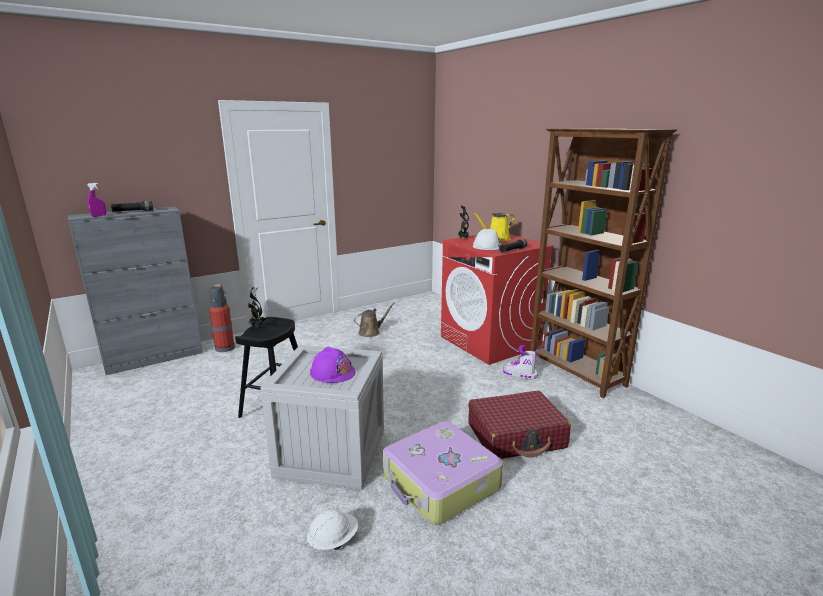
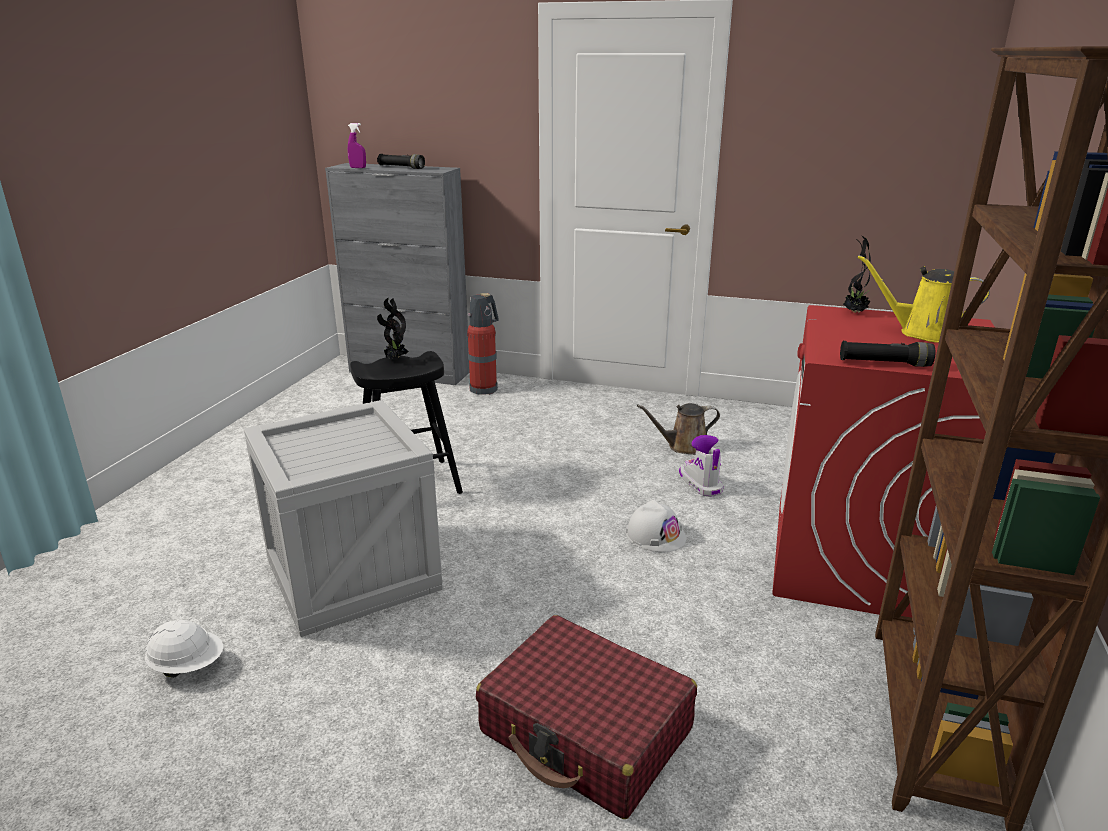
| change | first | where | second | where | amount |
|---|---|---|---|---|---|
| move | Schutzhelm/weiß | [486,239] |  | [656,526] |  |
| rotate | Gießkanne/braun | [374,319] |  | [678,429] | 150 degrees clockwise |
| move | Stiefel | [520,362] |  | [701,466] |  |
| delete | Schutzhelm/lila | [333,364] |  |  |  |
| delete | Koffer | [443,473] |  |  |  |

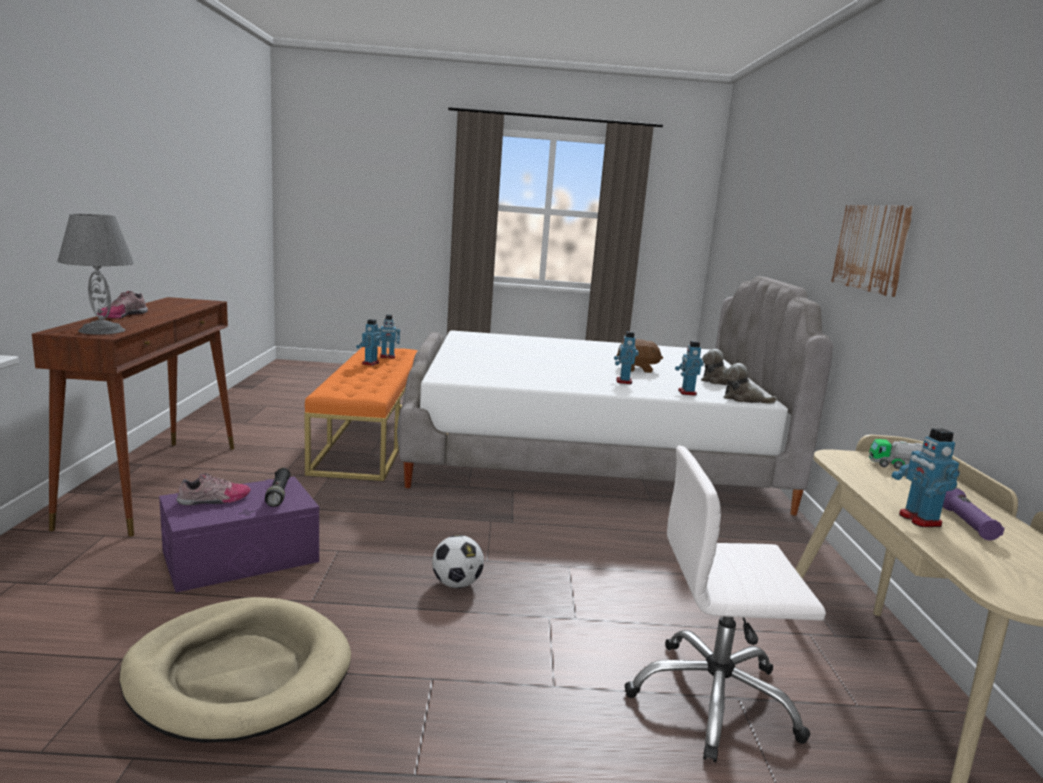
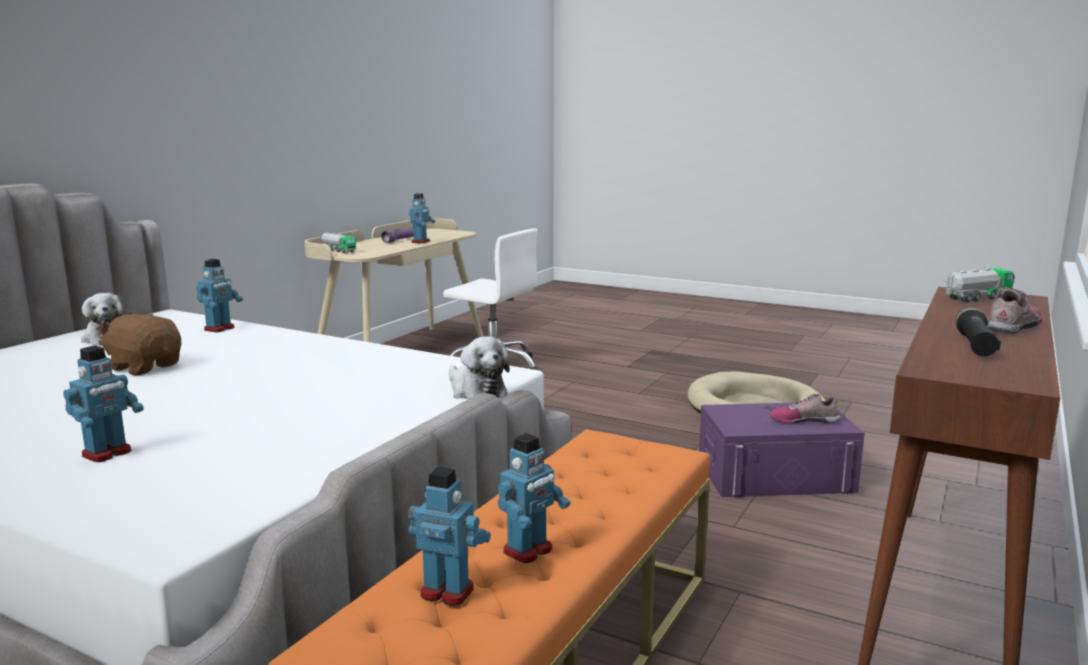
| change | first | where | second | where | amount |
|---|---|---|---|---|---|
| delete | Bild | [872,251] |  |  |  |
| replace | Tischlampe/grau | [95,274] | Spielzeuglaster | [980,284] |  |
| move | Spielzeugroboter | [626,357] |  | [103,403] |  |
| move | Plüschtier | [750,383] |  | [479,367] |  |
| move | Taschenlampe/schwarz | [278,487] |  | [978,332] |  |
| delete | Fußball | [458,561] |  |  |  |

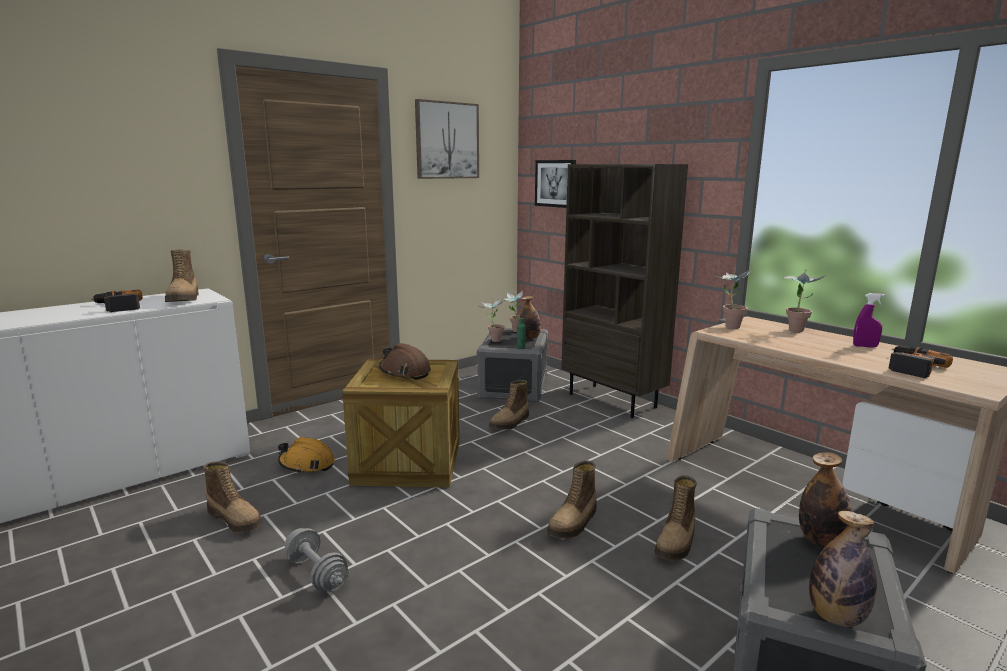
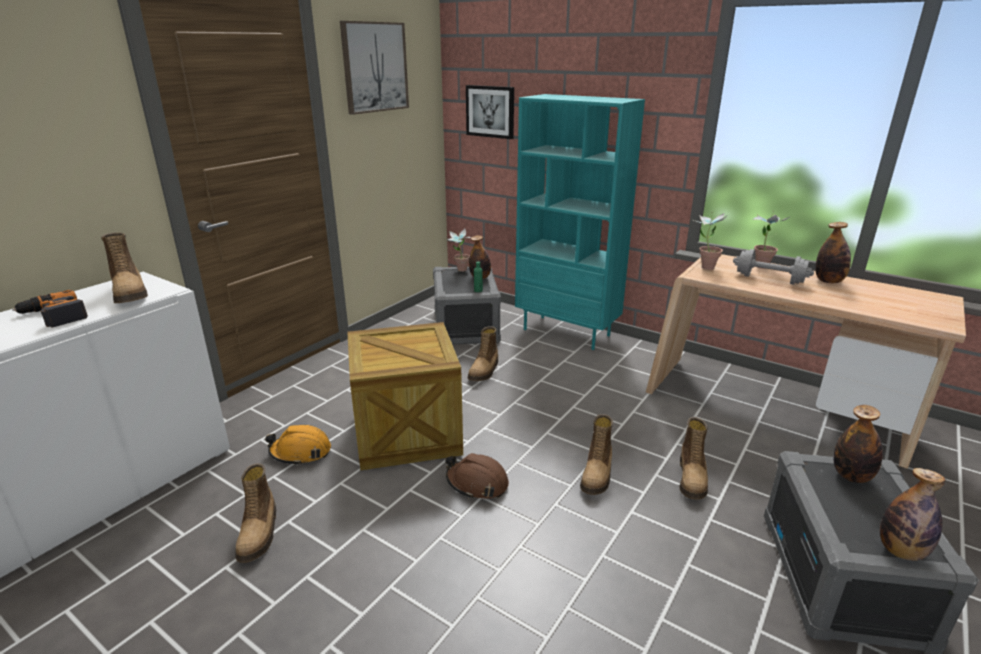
| change | first | where | second | where | amount |
|---|---|---|---|---|---|
| recolor | Bücherregal/braun | [624,291] | Bücherregal/türkis | [580,222] |  |
| replace | Sprühflasche/lila | [869,320] | Flasche | [833,252] |  |
| delete | Topfpflanze | [492,320] |  |  |  |
| move | Schutzhelm/braun | [405,361] |  | [477,476] |  |
| delete | Bohrmaschine | [921,362] |  |  |  |
| rotate | Stiefel | [232,497] |  | [255,513] | 60 degrees clockwise |
| move | Hantel/grau | [317,560] |  | [773,267] |  |

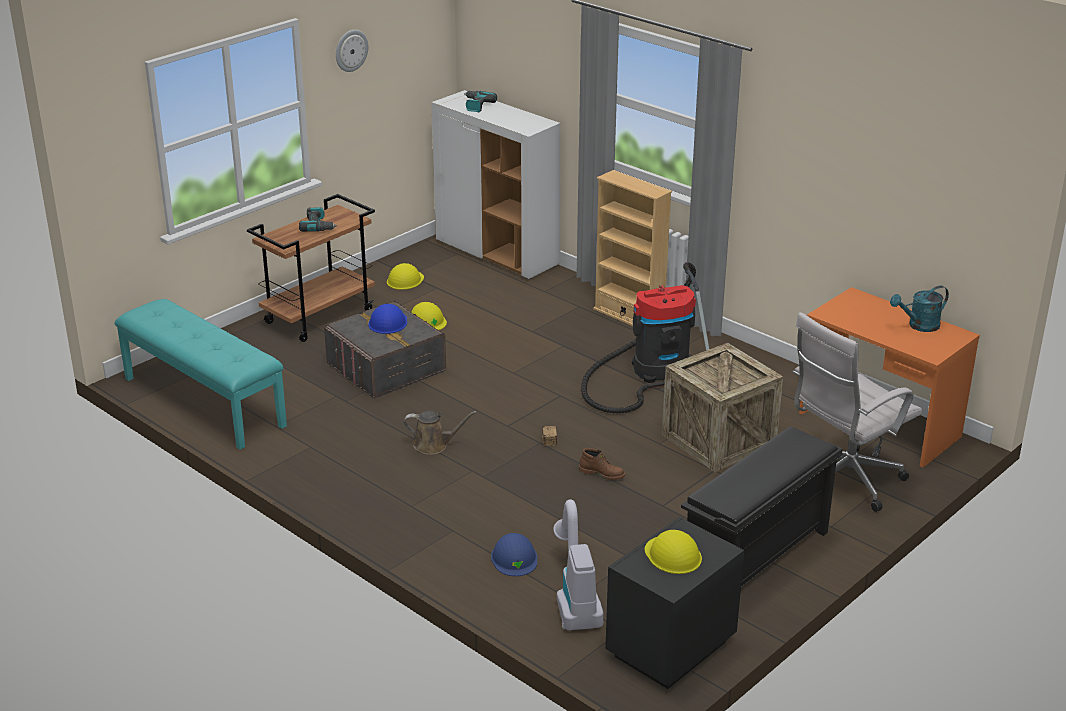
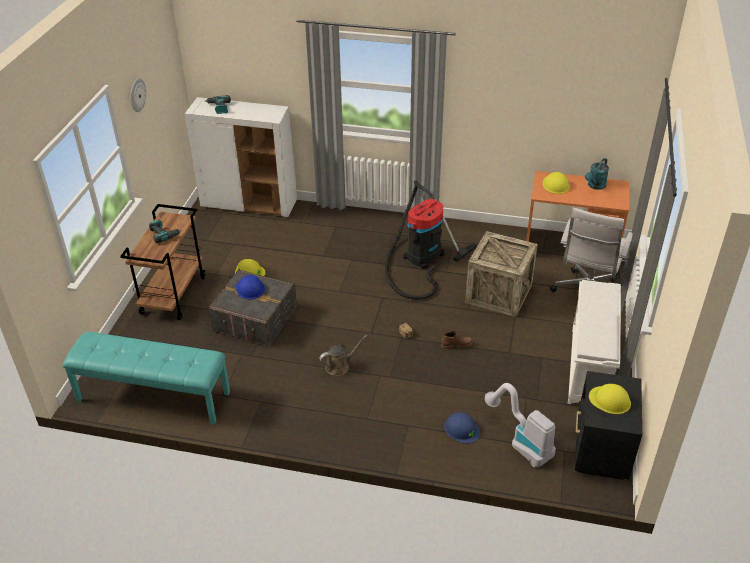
| change | first | where | second | where | amount |
|---|---|---|---|---|---|
| delete | Bücherregal/beige | [632,248] |  |  |  |
| move | Schutzhelm/gelb | [405,276] |  | [556,183] |  |
| recolor | Schuhregal/schwarz | [762,506] | Schuhregal/weiß | [594,342] |  |

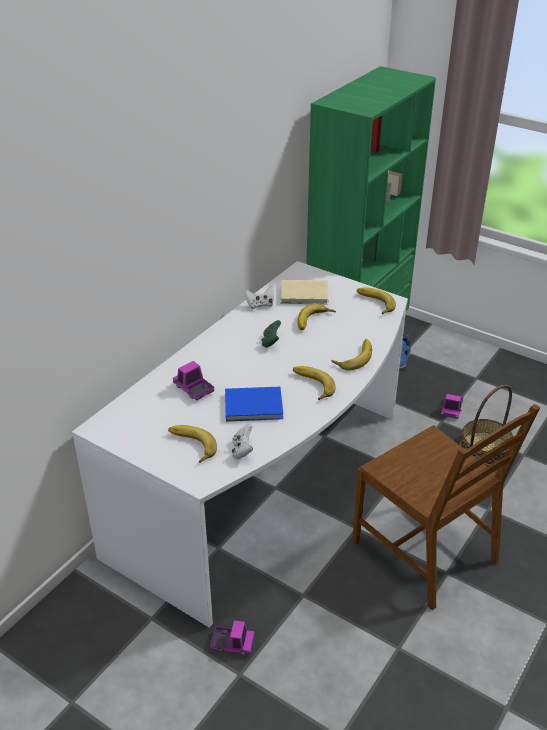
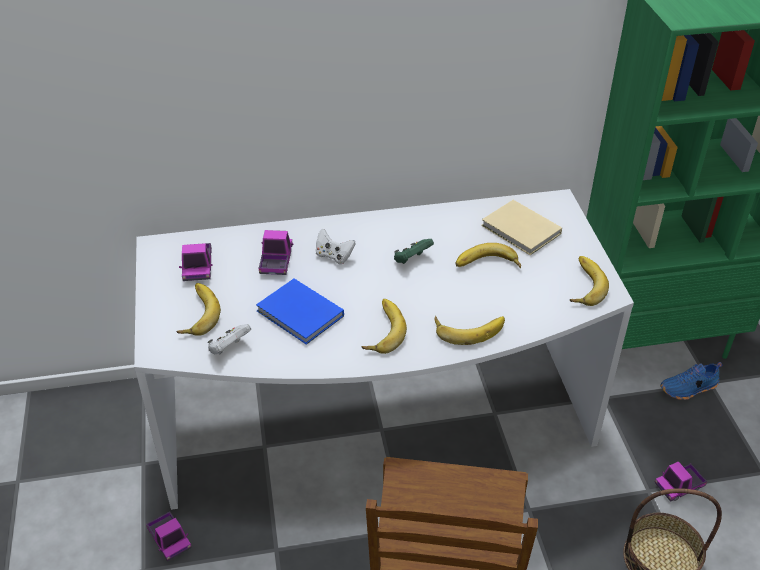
| change | first | where | second | where | amount |
|---|---|---|---|---|---|
| move | Gamepad/weiß | [259,298] |  | [336,246] |  |
| insert |  |  | Spielzeuglaster | [196,262] |  |

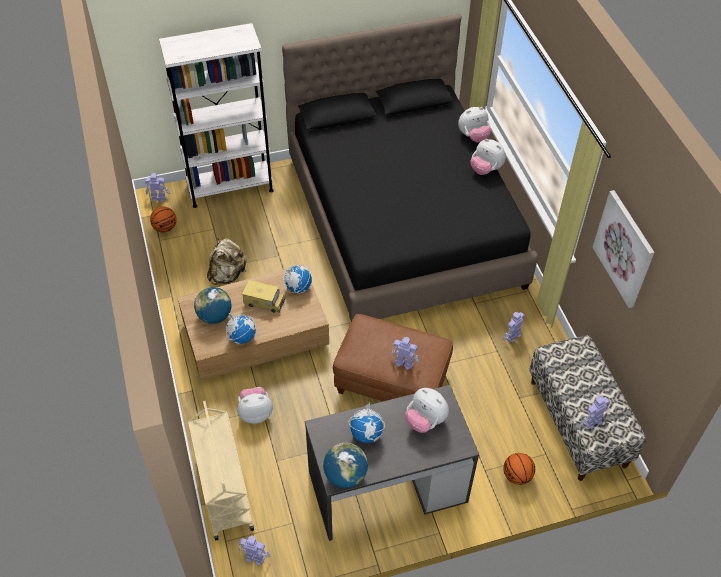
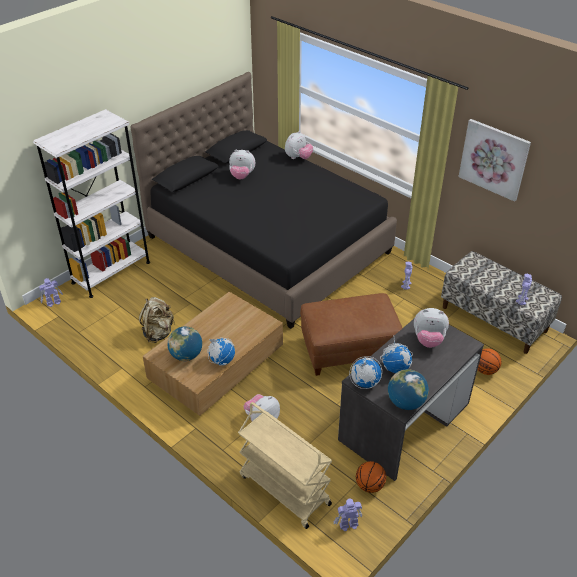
| change | first | where | second | where | amount |
|---|---|---|---|---|---|
| move | Plüschtier | [488,157] |  | [242,164] |  |
| move | Basketball | [163,219] |  | [371,477] |  |
| move | Globus | [297,279] |  | [365,372] |  |
| delete | Spielzeuglaster | [264,296] |  |  |  |
| delete | Spielzeugroboter | [405,353] |  |  |  |

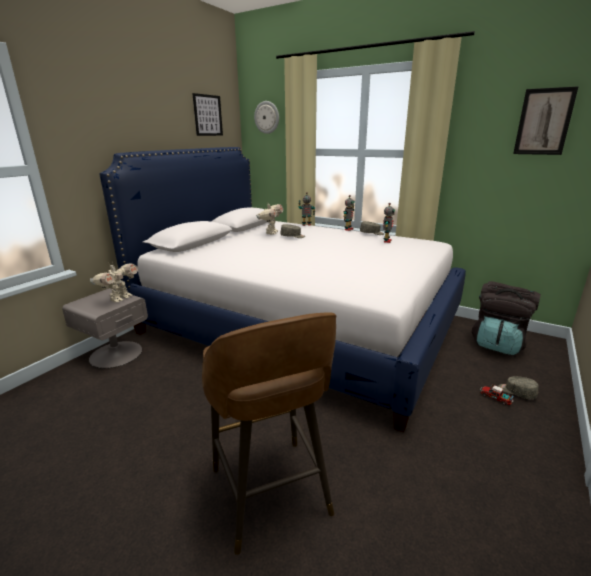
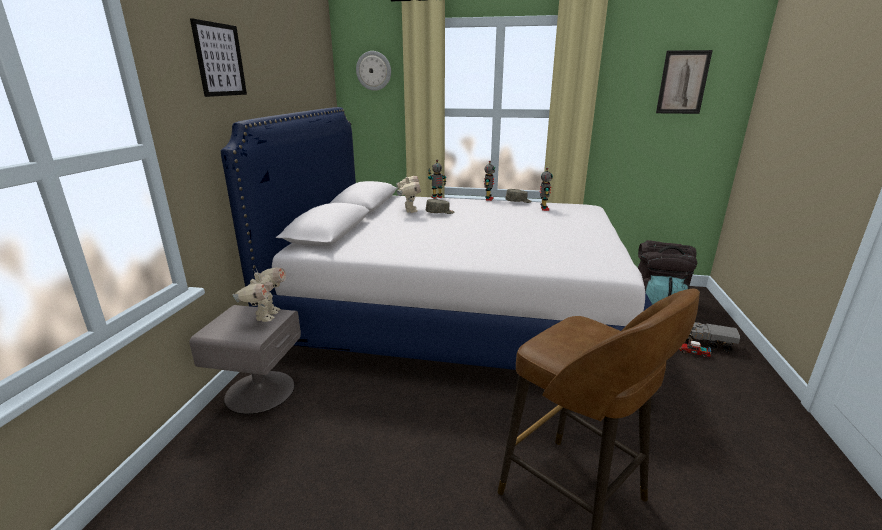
| change | first | where | second | where | amount |
|---|---|---|---|---|---|
| move | Bild | [207,114] |  | [218,57] |  |
| replace | Kappe/grau | [519,387] | Spielzeuglaster | [712,337] |  |

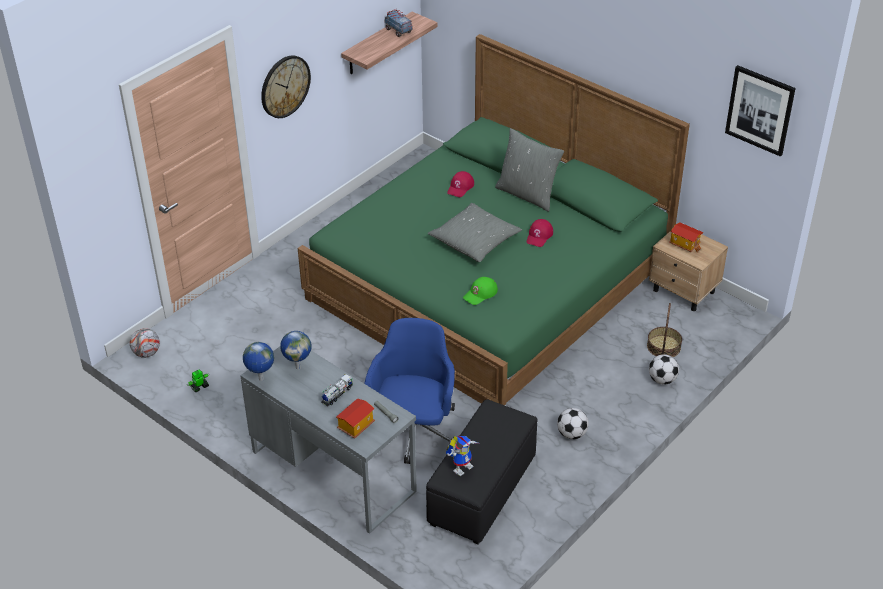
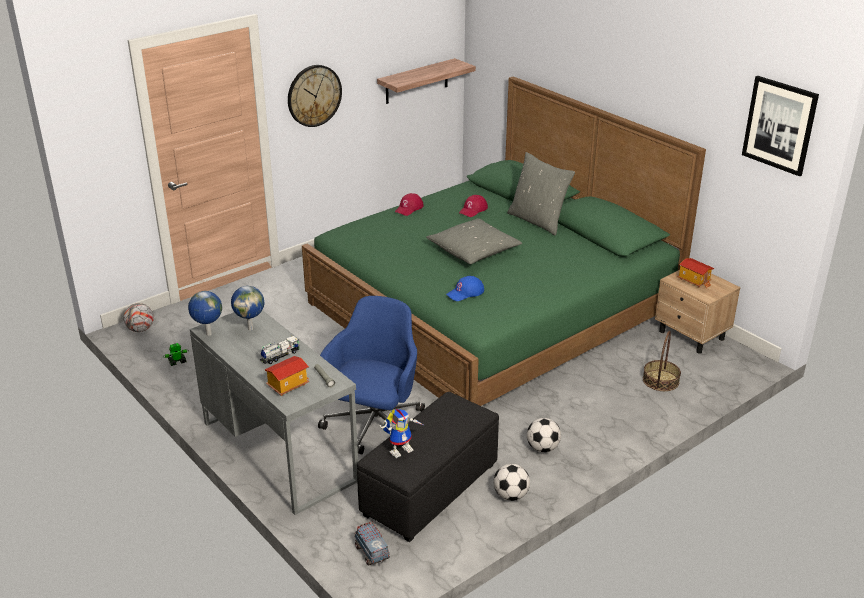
| change | first | where | second | where | amount |
|---|---|---|---|---|---|
| move | Spielzeuglaster | [398,23] |  | [372,543] |  |
| move | Kappe/rot | [540,233] |  | [409,204] |  |
| recolor | Kappe/grün | [480,291] | Kappe/blau | [465,288] |  |
| move | Fußball | [664,369] |  | [511,482] |  |

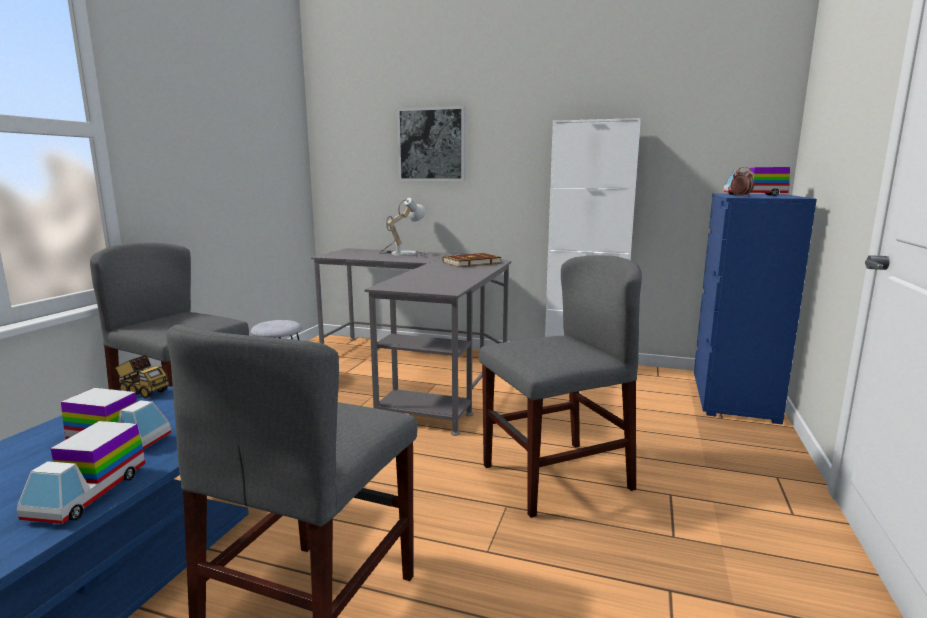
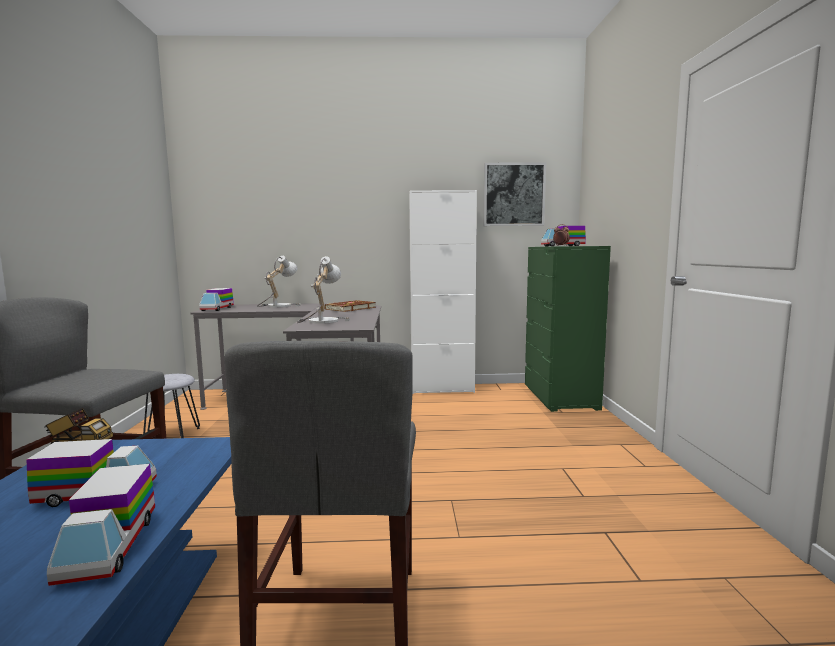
| change | first | where | second | where | amount |
|---|---|---|---|---|---|
| move | Bild | [431,143] |  | [514,194] |  |
| recolor | Kommode/blau | [755,309] | Kommode/grün | [568,329] |  |
| delete | Stuhl/grau | [560,386] |  |  |  |
| insert |  |  | Tischlampe | [323,290] |  |
| insert |  |  | Spielzeuglaster | [216,299] |  |

